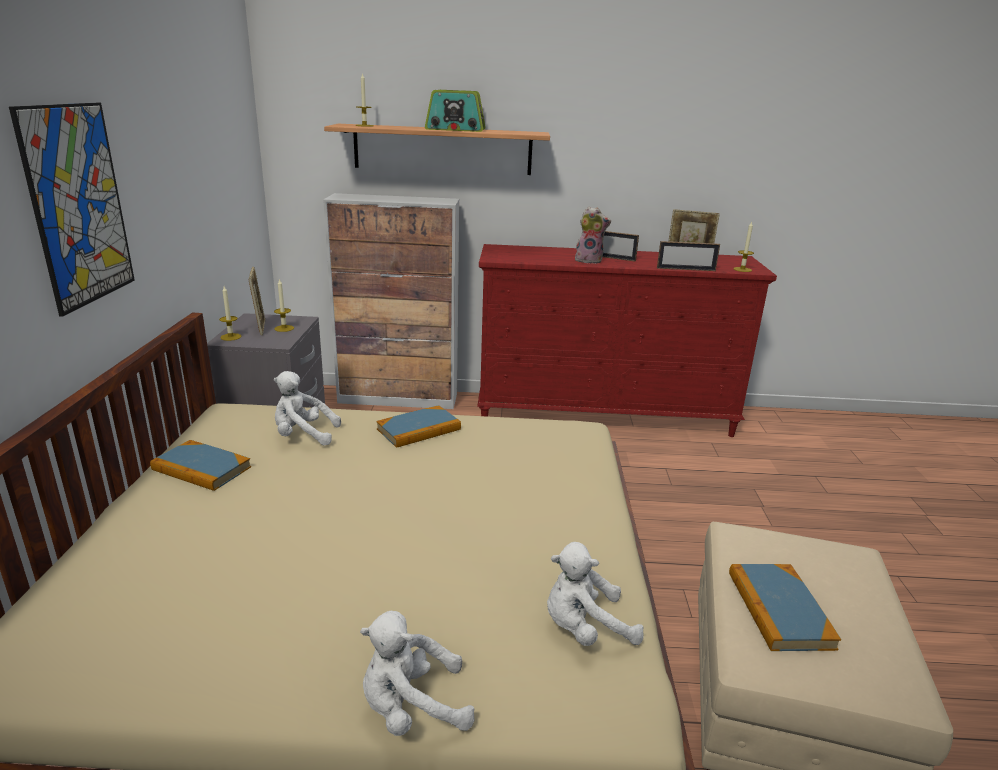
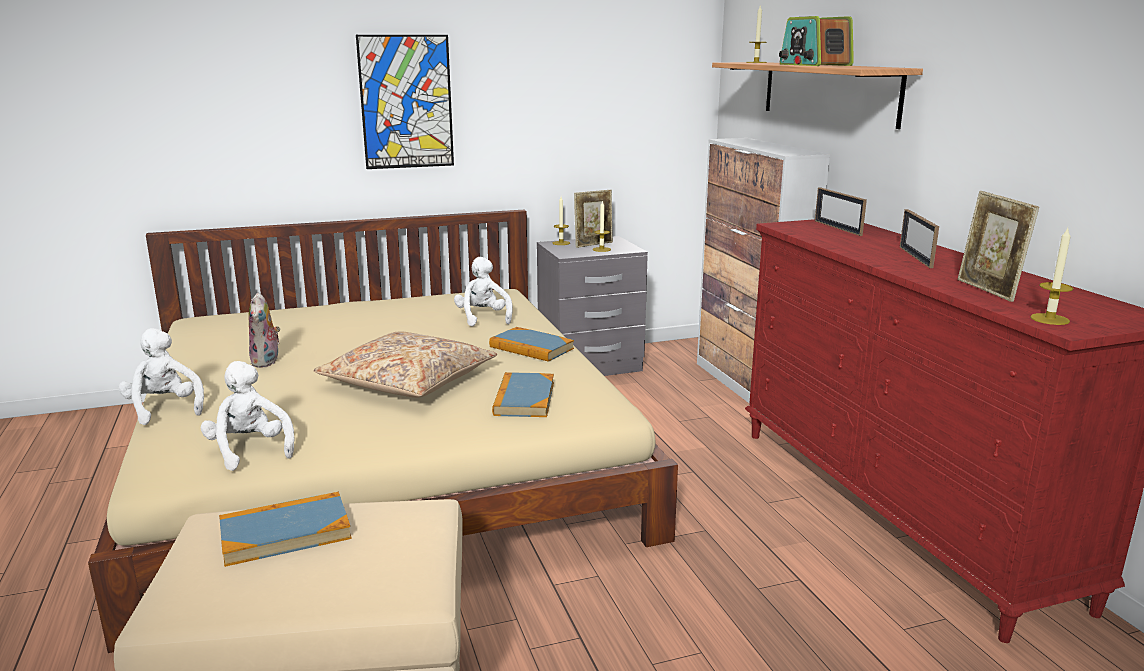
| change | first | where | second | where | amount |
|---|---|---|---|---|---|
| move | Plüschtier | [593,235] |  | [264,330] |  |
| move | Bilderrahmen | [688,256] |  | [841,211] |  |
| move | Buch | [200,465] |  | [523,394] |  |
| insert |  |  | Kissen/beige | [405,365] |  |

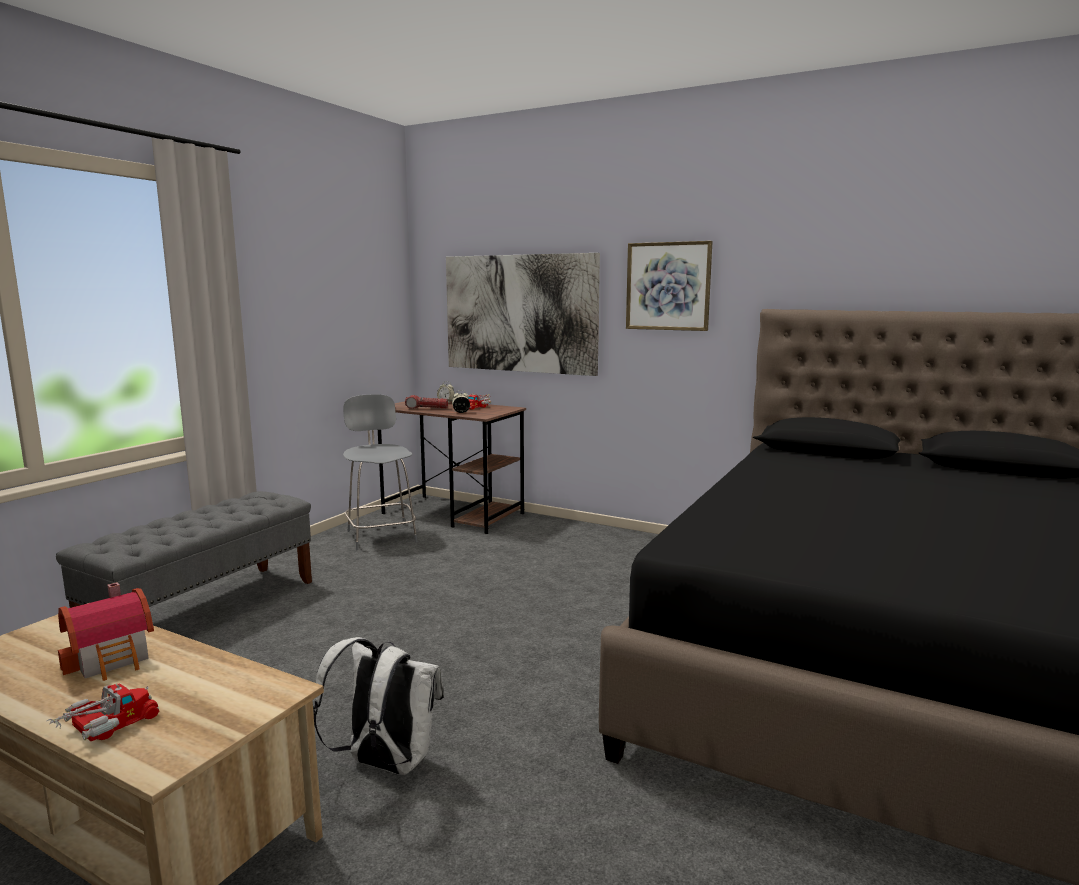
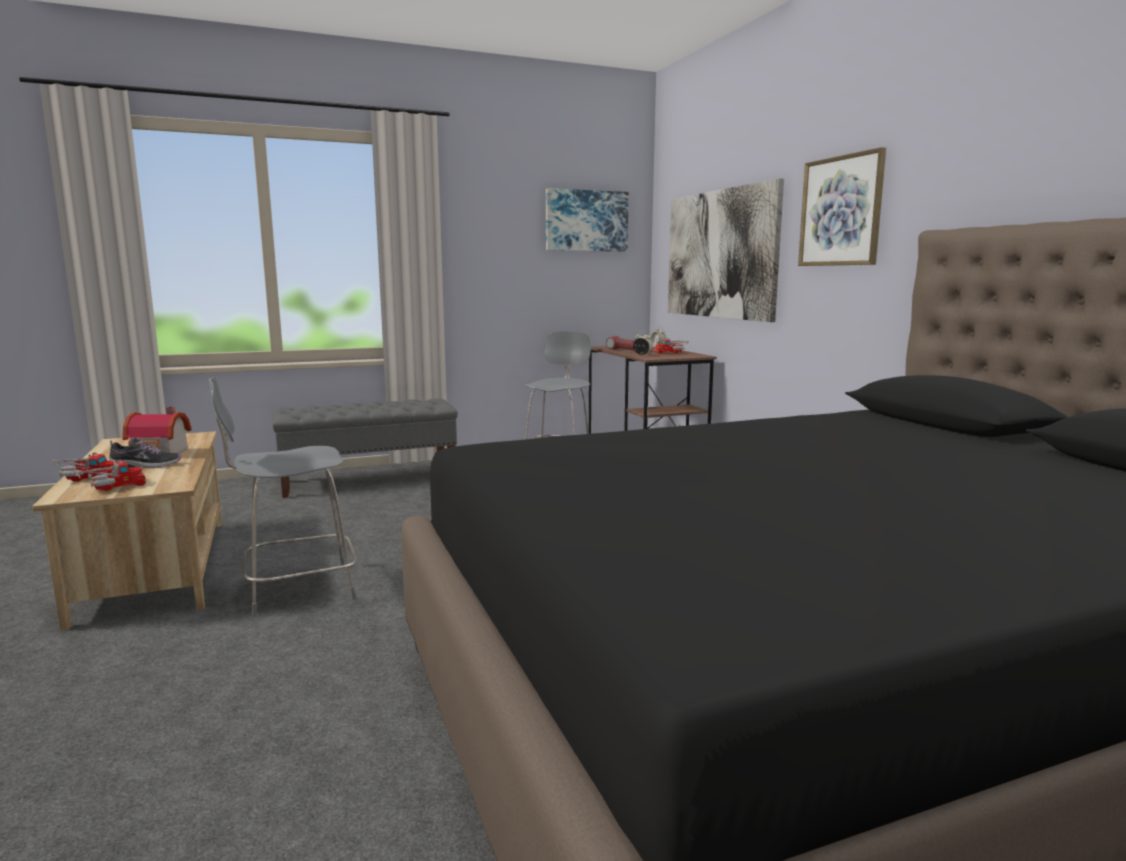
| change | first | where | second | where | amount |
|---|---|---|---|---|---|
| replace | Rucksack/weiß | [378,706] | Hocker/grau | [283,497] |  |
| insert |  |  | Bild | [587,220] |  |
| insert |  |  | Schuh | [145,453] |  |
| insert |  |  | Spielzeuglaster | [109,475] |  |

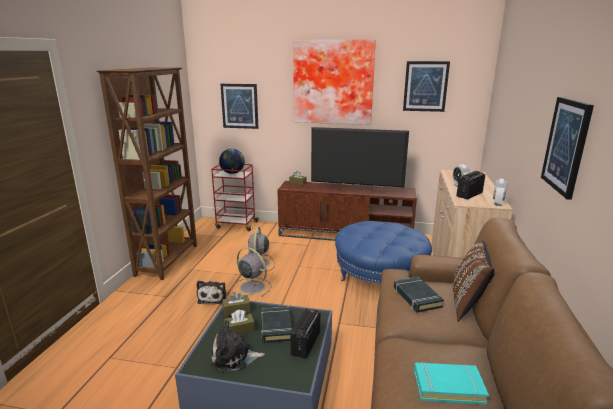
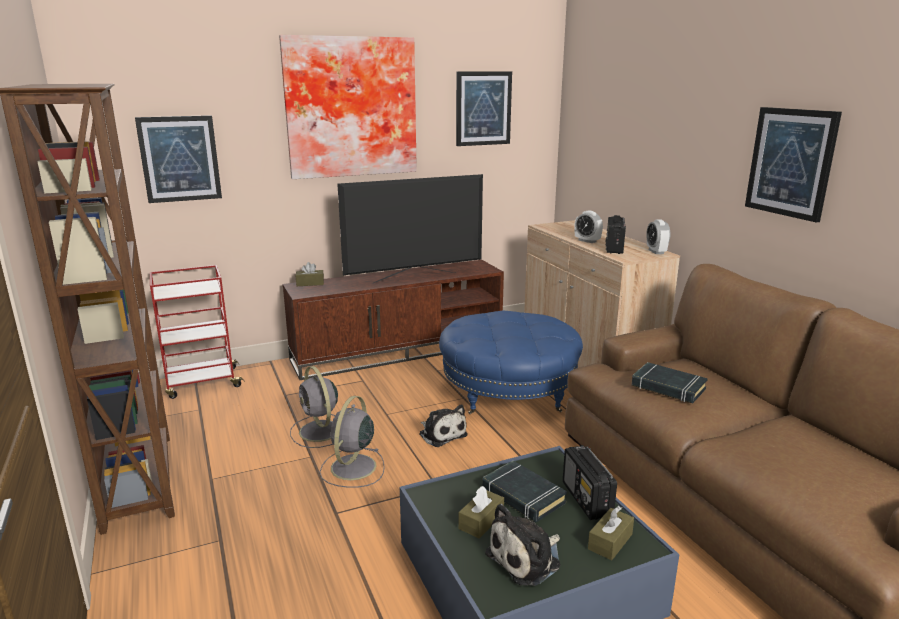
| change | first | where | second | where | amount |
|---|---|---|---|---|---|
| delete | Globus | [232,161] |  |  |  |
| delete | Kissen/braun | [473,280] |  |  |  |
| rotate | Ventilator/grau | [251,272] |  | [352,442] | 75 degrees counterclockwise |
| move | Plüschtier | [211,292] |  | [443,425] |  |
| move | Taschentuchbox/braun | [236,304] |  | [611,533] |  |
| delete | Buch/türkis | [451,383] |  |  |  |

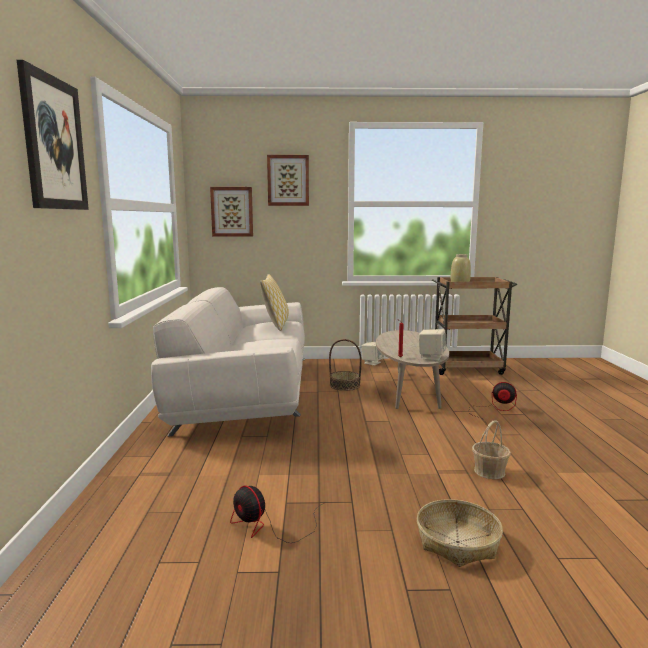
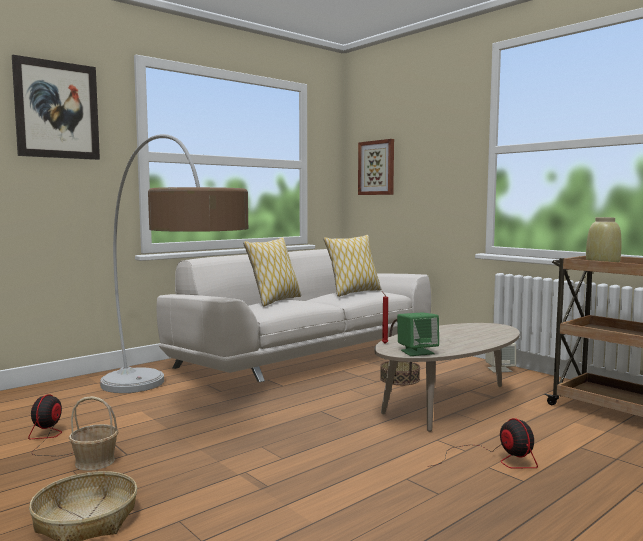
| change | first | where | second | where | amount |
|---|---|---|---|---|---|
| delete | Bild | [288,180] |  |  |  |
| recolor | Lautsprecher/beige | [432,345] | Lautsprecher/grün | [418,334] |  |
| move | Korb | [491,449] |  | [94,433] |  |
| insert |  |  | Stehlampe | [174,263] |  |
| insert |  |  | Kissen | [272,271] |  |

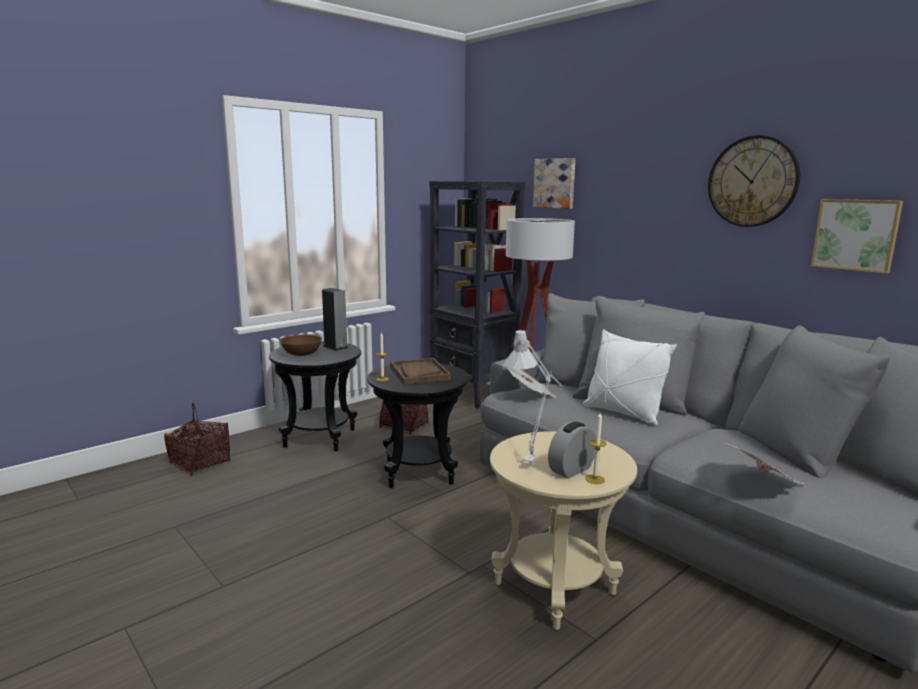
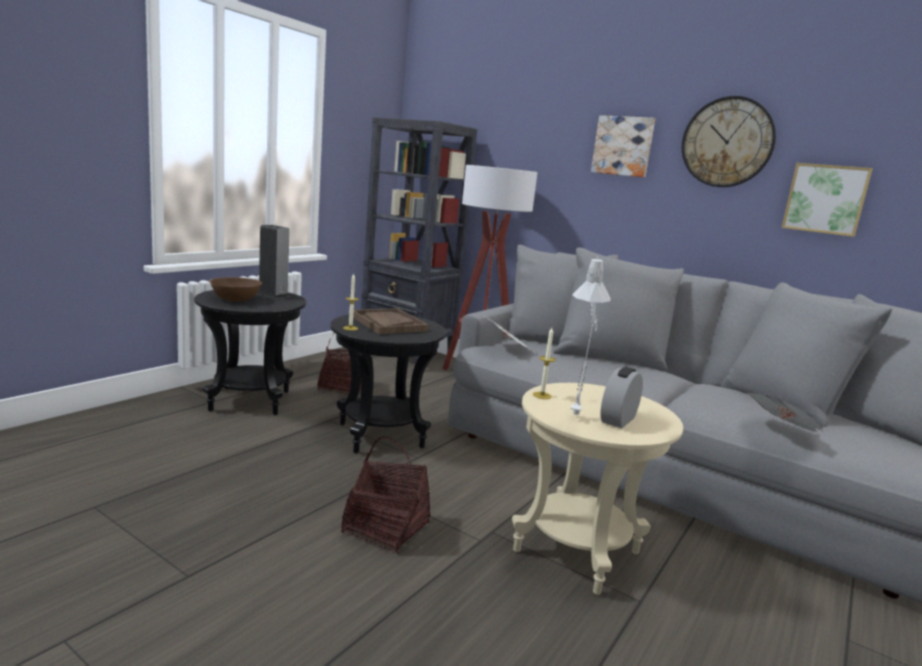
| change | first | where | second | where | amount |
|---|---|---|---|---|---|
| move | Bild | [554,183] |  | [623,146] |  |
| delete | Kissen/weiß | [630,377] |  |  |  |
| move | Korb | [197,439] |  | [385,495] |  |
| move | Kerze | [595,448] |  | [544,363] |  |

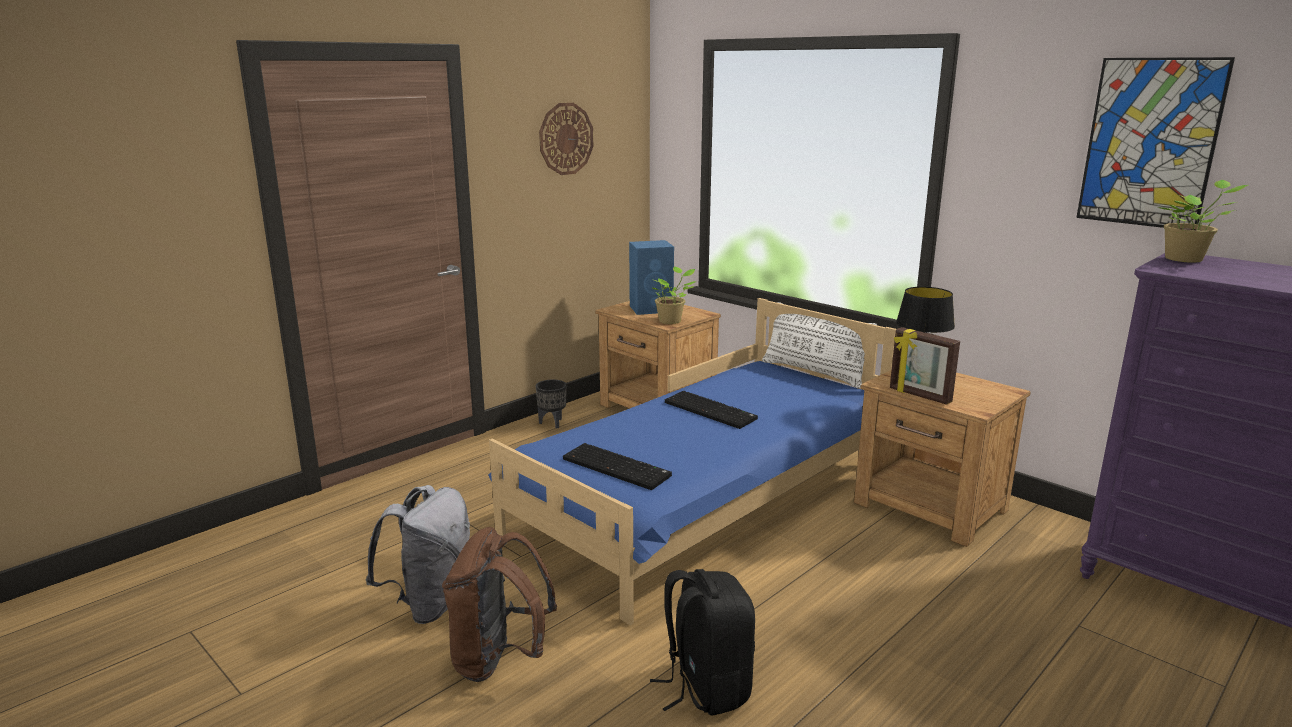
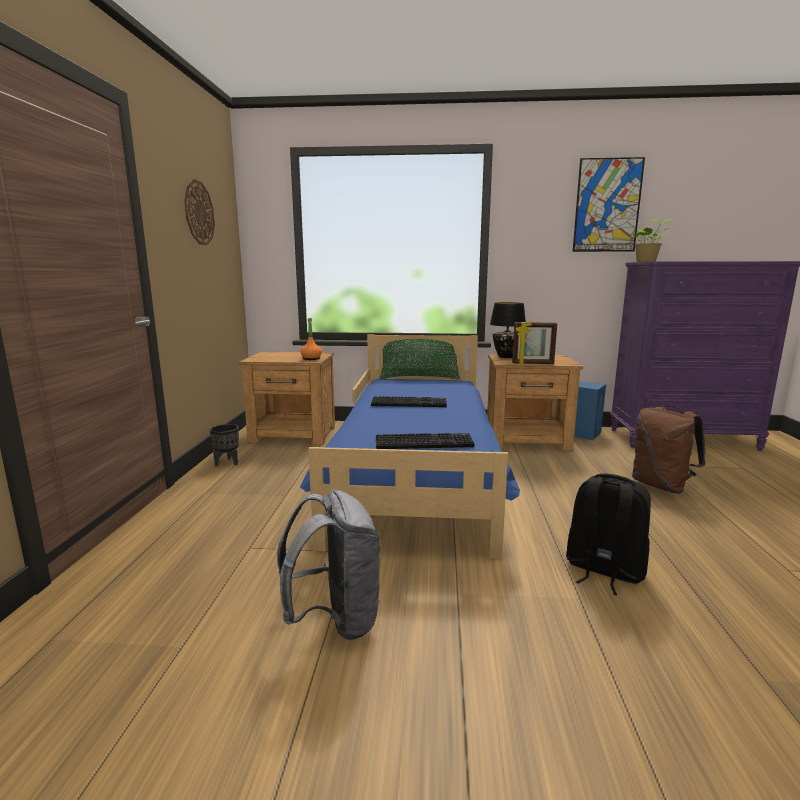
| change | first | where | second | where | amount |
|---|---|---|---|---|---|
| move | Lautsprecher/blau | [651,277] |  | [590,410] |  |
| replace | Topfpflanze | [675,295] | Flasche/orange | [311,339] |  |
| recolor | Kissen/weiß | [819,345] | Kissen/grün | [420,359] |  |
| move | Rucksack/braun | [499,604] |  | [668,449] |  |

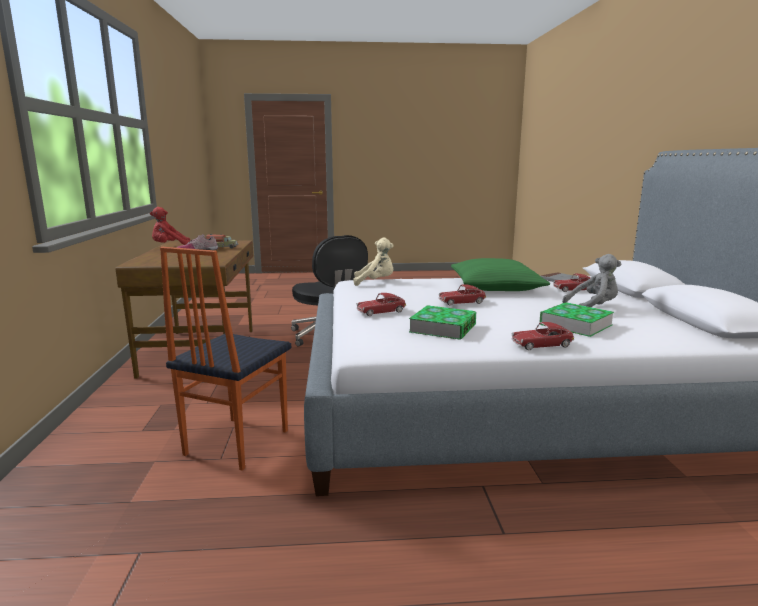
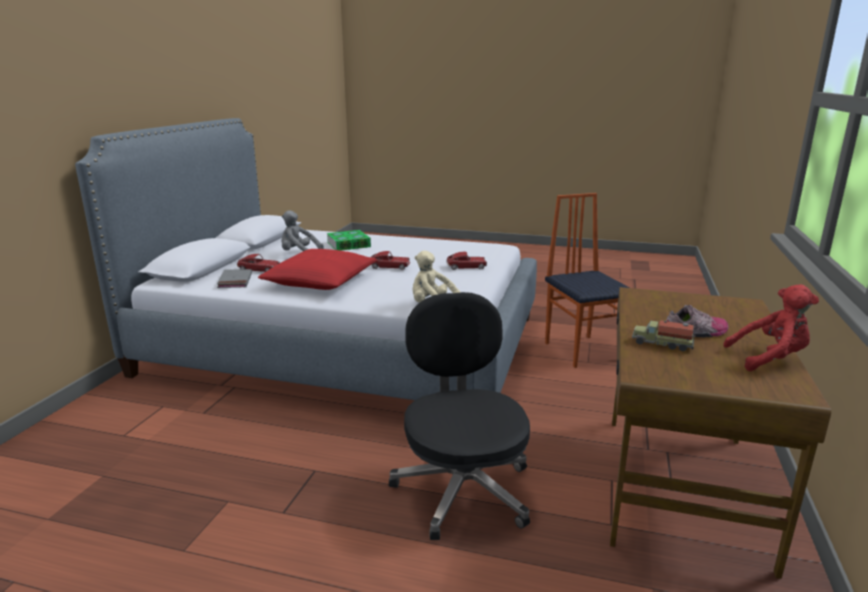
| change | first | where | second | where | amount |
|---|---|---|---|---|---|
| rotate | Stuhl | [225,359] |  | [587,280] | 60 degrees counterclockwise |
| recolor | Kissen/grün | [500,274] | Kissen/rot | [317,269] |  |
| delete | Buch | [442,322] |  |  |  |
| delete | Spielzeugauto | [542,336] |  |  |  |

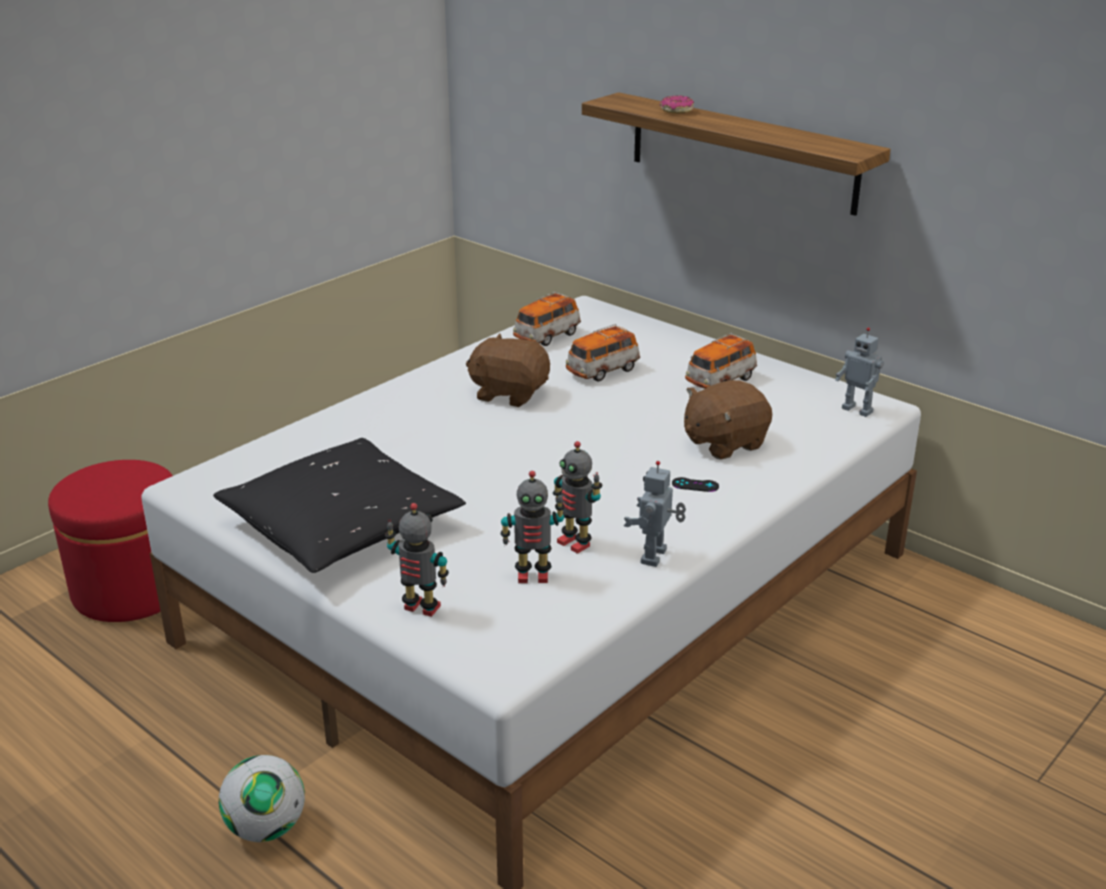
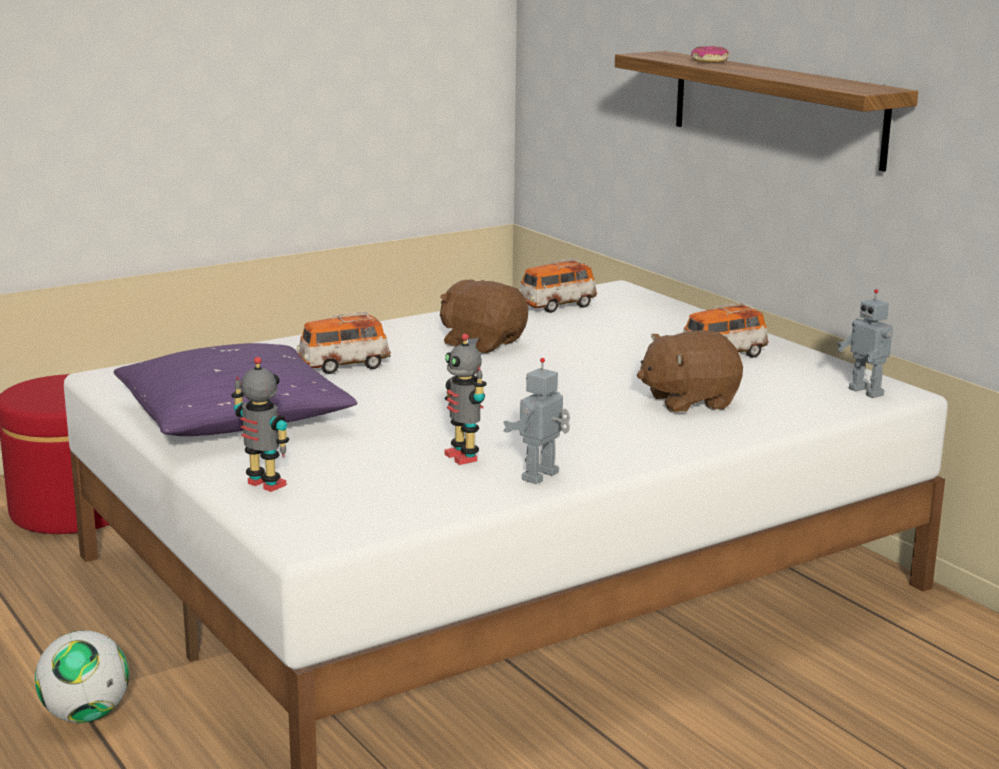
| change | first | where | second | where | amount |
|---|---|---|---|---|---|
| move | Spielzeugauto | [603,352] |  | [344,343] |  |
| recolor | Kissen/schwarz | [339,505] | Kissen/lila | [235,389] |  |
| delete | Spielzeugroboter | [533,527] |  |  |  |
| delete | Gamepad/schwarz | [695,484] |  |  |  |

